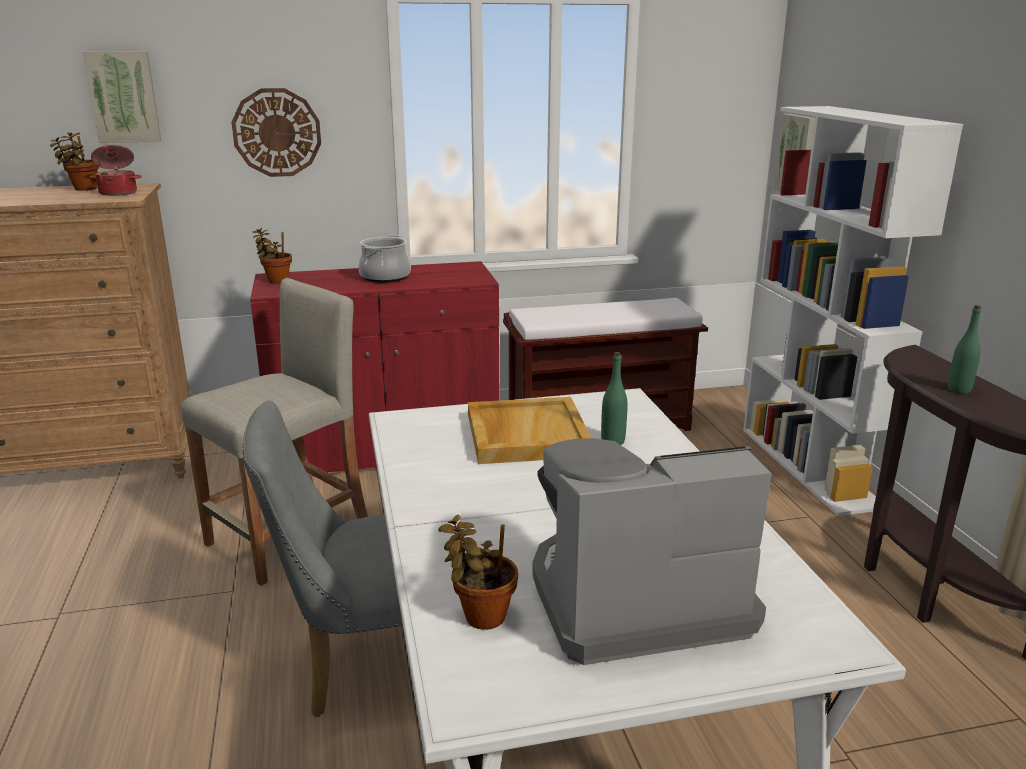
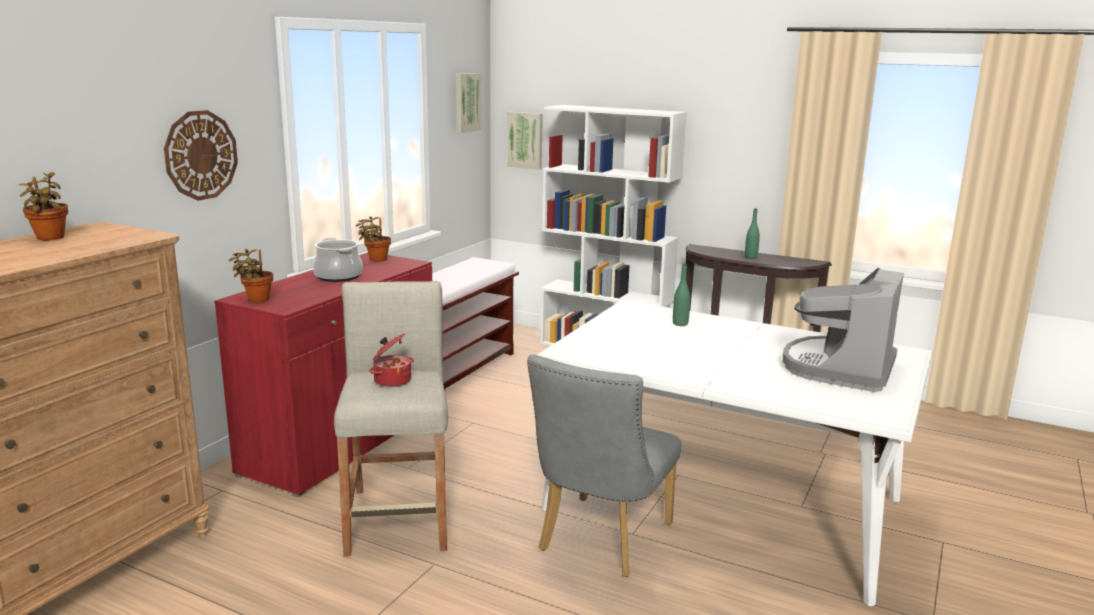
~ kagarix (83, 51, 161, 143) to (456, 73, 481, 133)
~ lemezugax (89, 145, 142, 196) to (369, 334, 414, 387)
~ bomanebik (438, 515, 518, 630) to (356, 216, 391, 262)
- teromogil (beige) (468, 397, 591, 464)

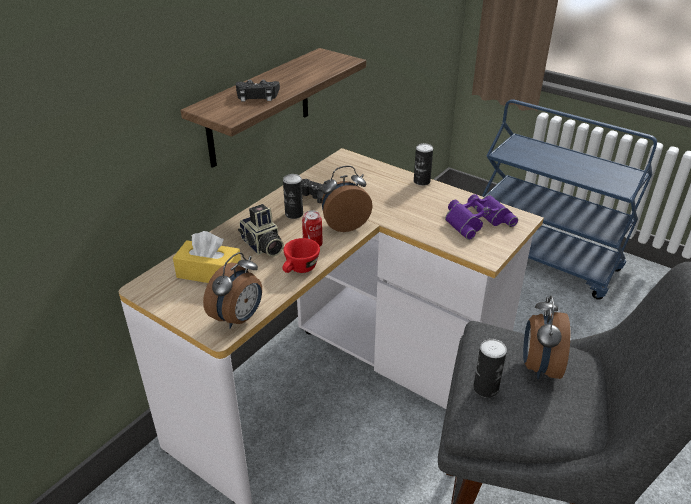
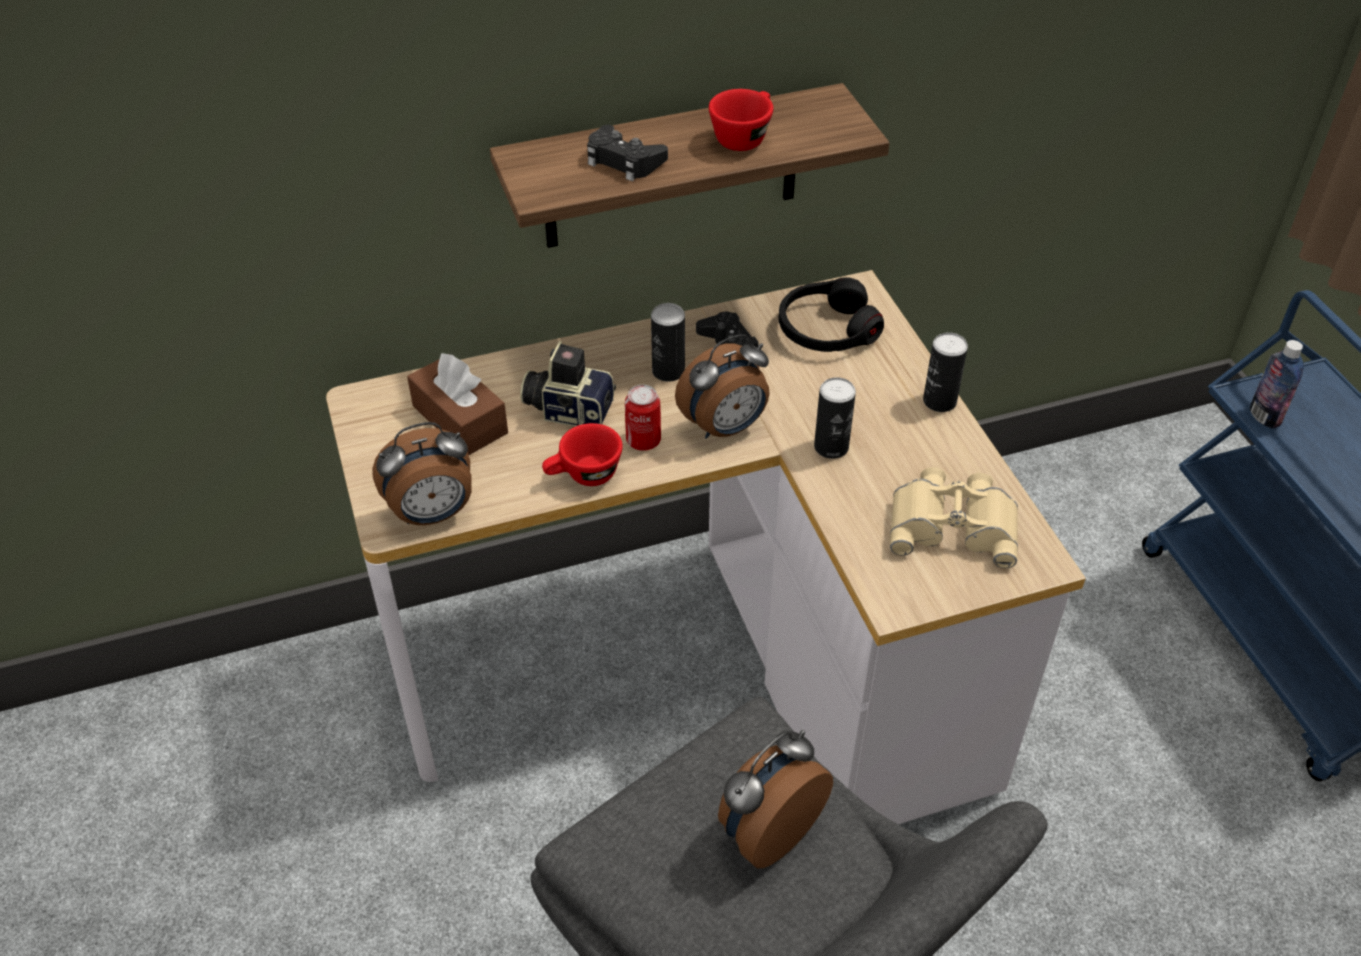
~ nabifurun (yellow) (173, 231, 241, 283) to nabifurun (brown) (407, 353, 508, 455)
~ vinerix (238, 204, 284, 257) = (520, 341, 616, 427) 105 degrees clockwise
~ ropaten (321, 166, 372, 232) = (675, 334, 770, 439) 135 degrees clockwise
~ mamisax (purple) (445, 194, 518, 240) to mamisax (beige) (890, 467, 1018, 568)
~ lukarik (473, 339, 507, 398) to (814, 377, 856, 459)
+ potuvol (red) (709, 89, 773, 151)
+ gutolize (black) (779, 277, 884, 352)
+ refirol (1250, 340, 1304, 429)

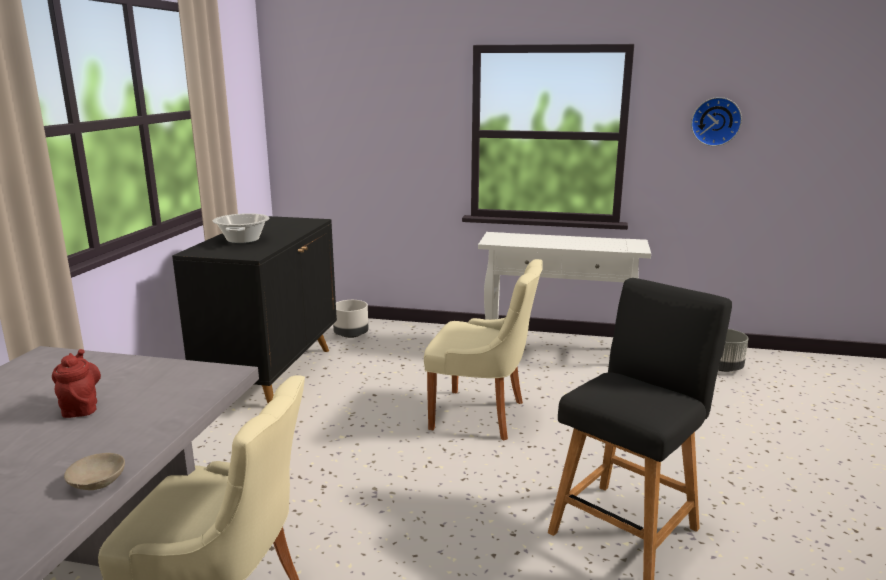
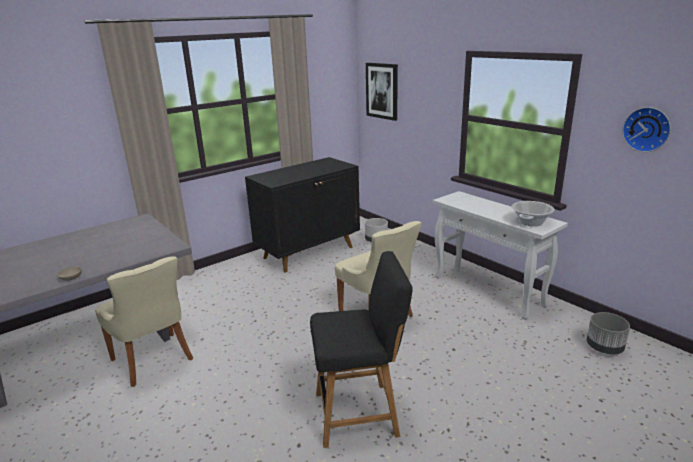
- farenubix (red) (52, 349, 101, 418)
~ lemezugax (213, 213, 269, 243) to (512, 201, 555, 226)
+ kagarix (366, 63, 398, 121)

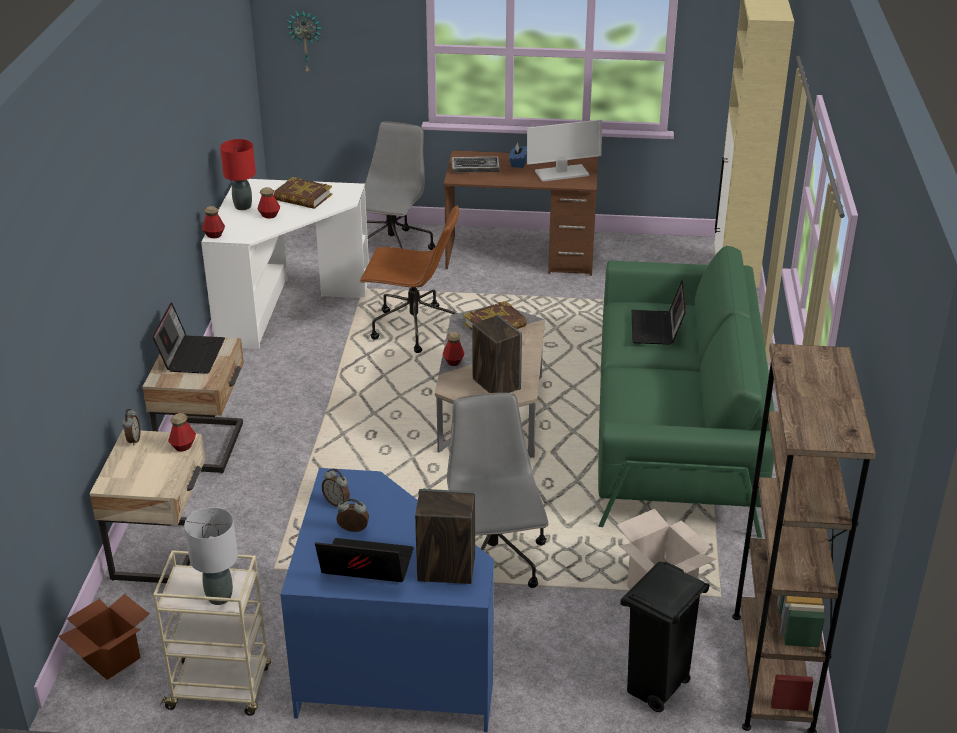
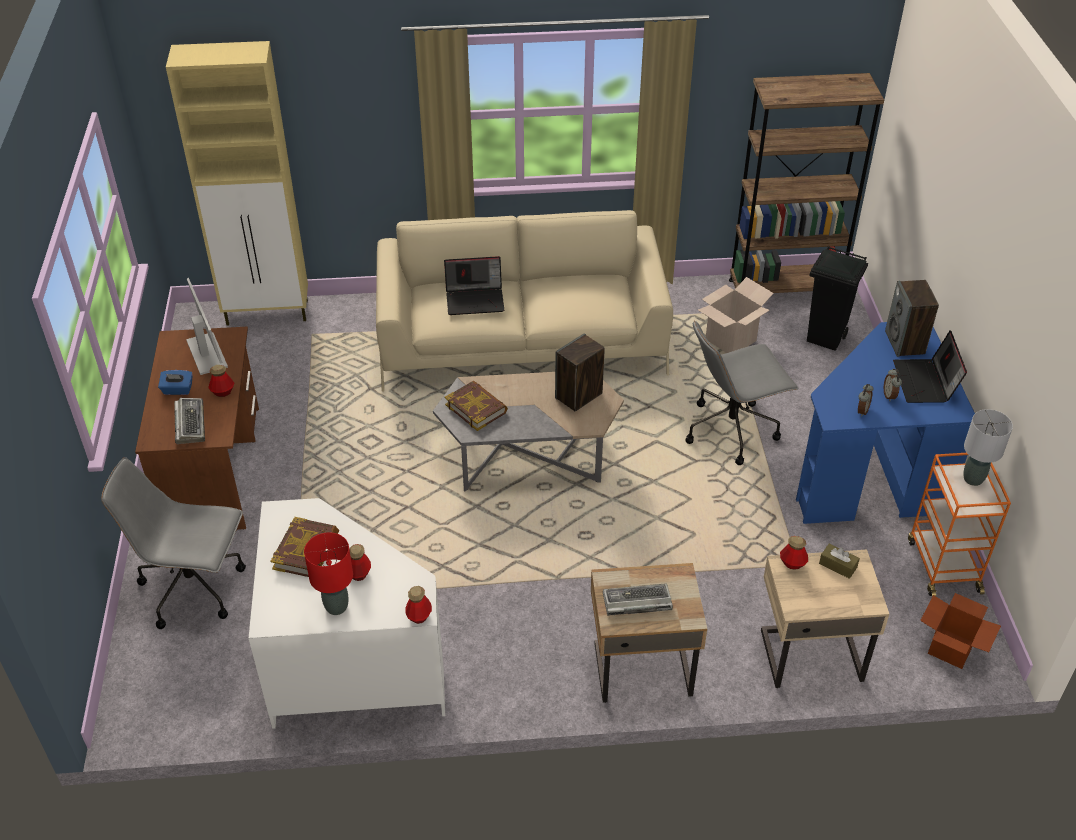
- ropaten (122, 409, 140, 446)
~ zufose (152, 302, 225, 374) to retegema (603, 583, 673, 616)
~ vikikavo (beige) (153, 550, 271, 716) to vikikavo (orange) (908, 453, 1011, 597)
- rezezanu (286, 10, 323, 75)
- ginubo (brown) (360, 205, 459, 353)
~ refirol (443, 332, 465, 366) to (208, 365, 234, 397)
~ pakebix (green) (598, 246, 774, 538) to pakebix (beige) (376, 210, 673, 392)
+ nabifurun (brown) (819, 544, 860, 579)

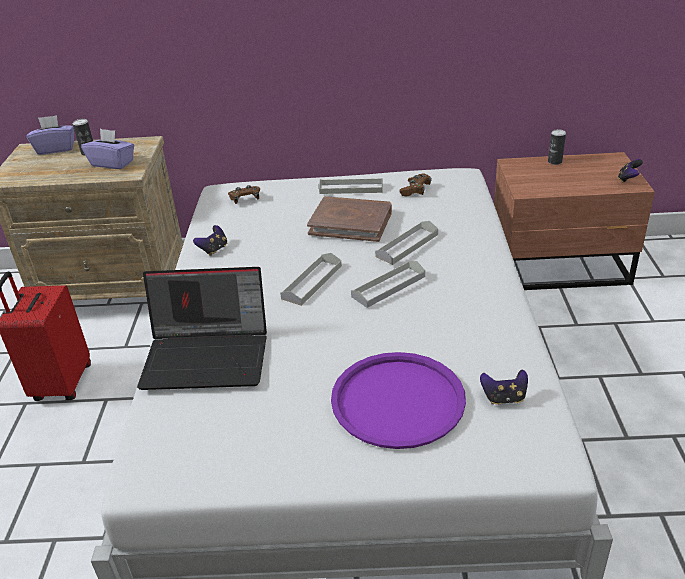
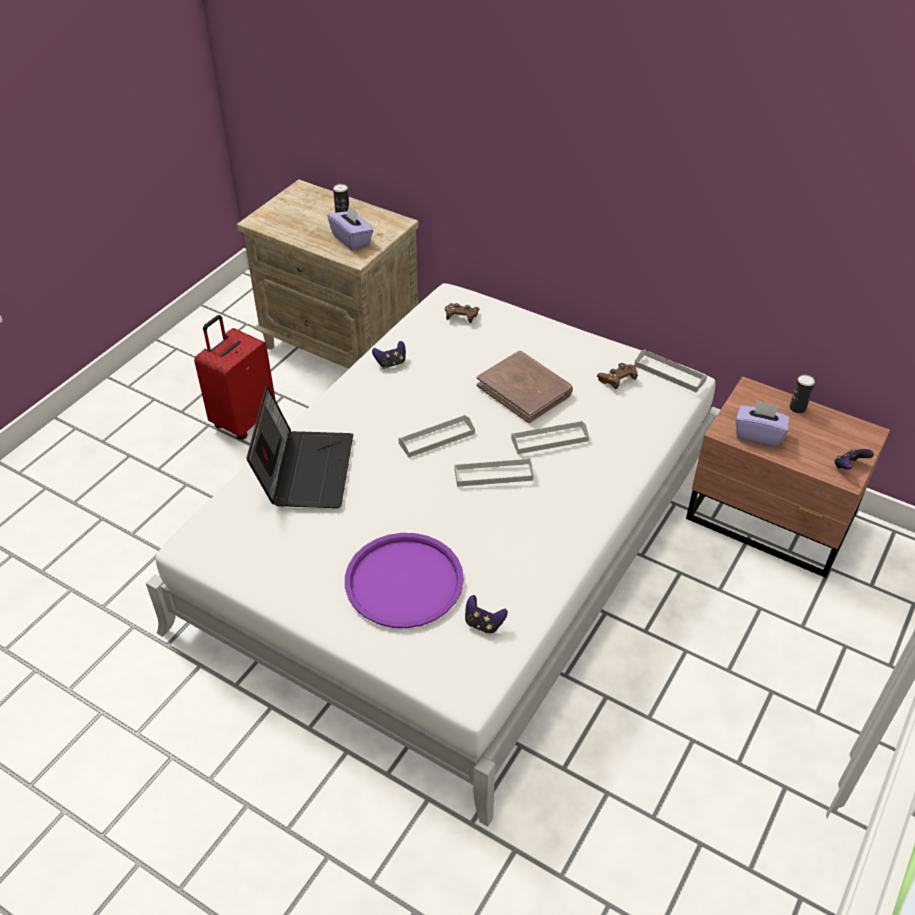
~ nabifurun (purple) (26, 115, 74, 155) to (736, 400, 790, 447)
~ zufose (137, 267, 267, 390) = (246, 385, 353, 508) 120 degrees counterclockwise
~ teromogil (grey) (319, 178, 383, 194) to (634, 349, 707, 392)

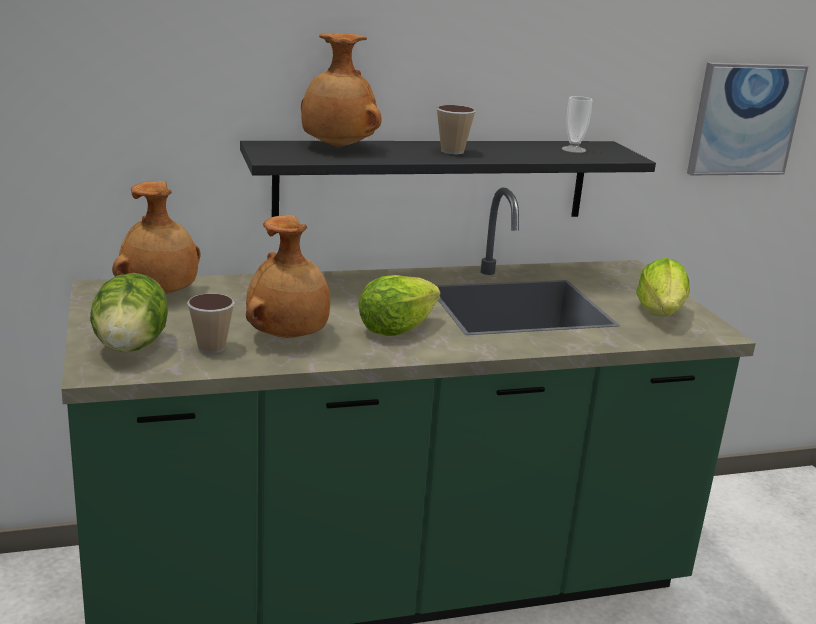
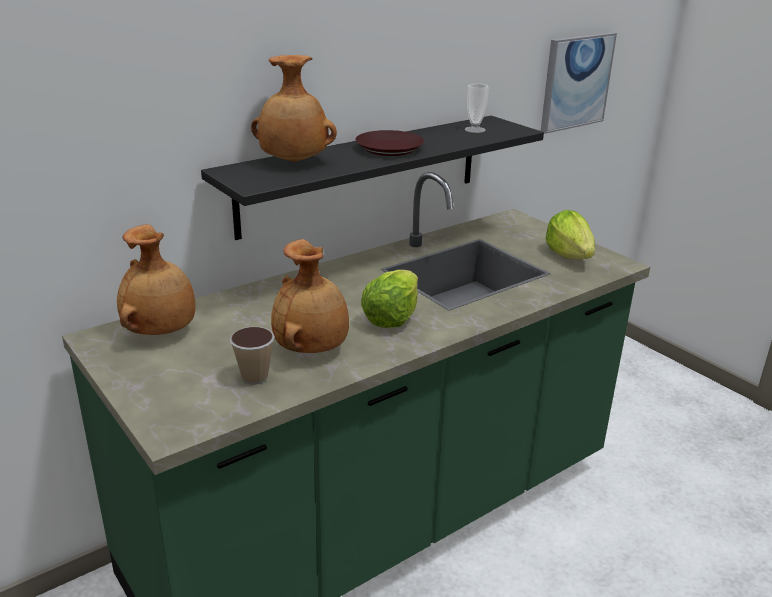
- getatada (90, 273, 168, 352)
~ potuvol (436, 105, 476, 154) to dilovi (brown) (355, 130, 424, 156)

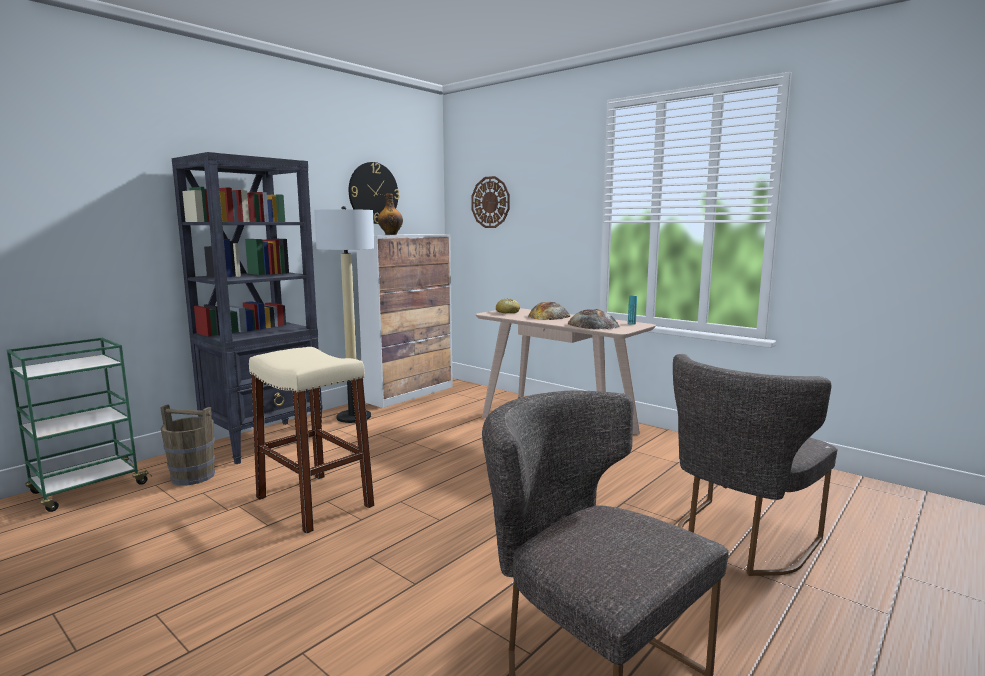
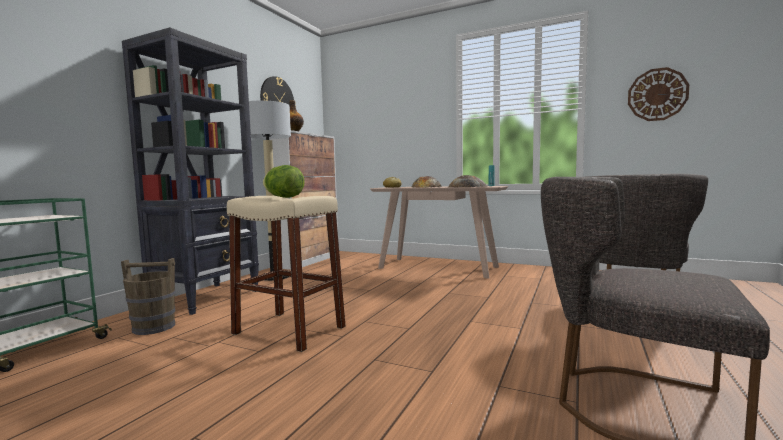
~ rezezanu (471, 176, 510, 228) to (628, 67, 689, 121)
+ getatada (263, 165, 305, 198)

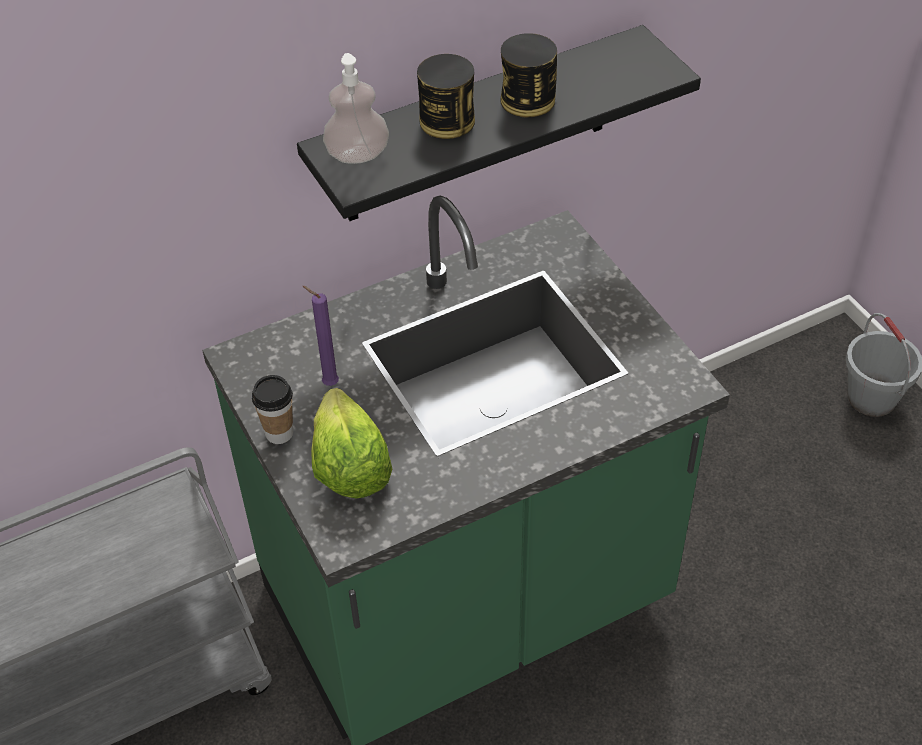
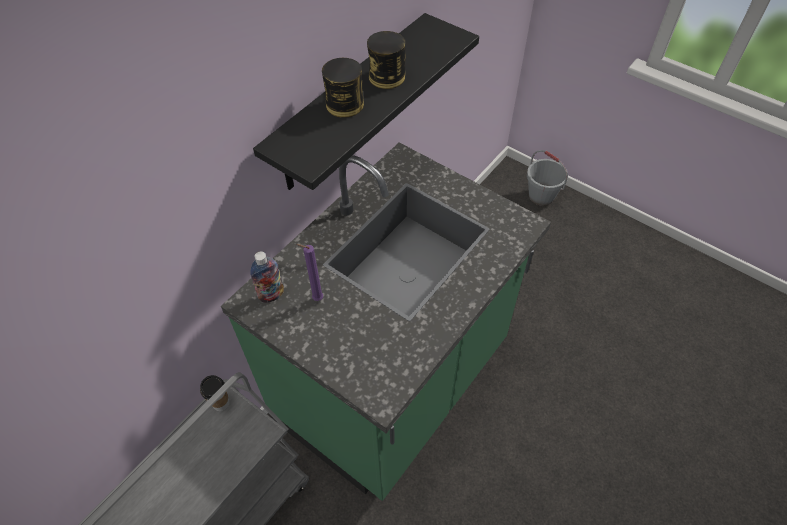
~ potuvol (252, 375, 293, 444) to (200, 375, 230, 411)
- getatada (311, 388, 392, 498)
- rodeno (323, 53, 389, 164)
+ refirol (250, 251, 284, 303)

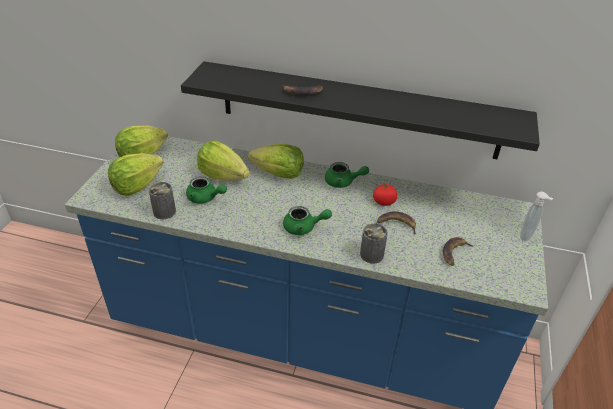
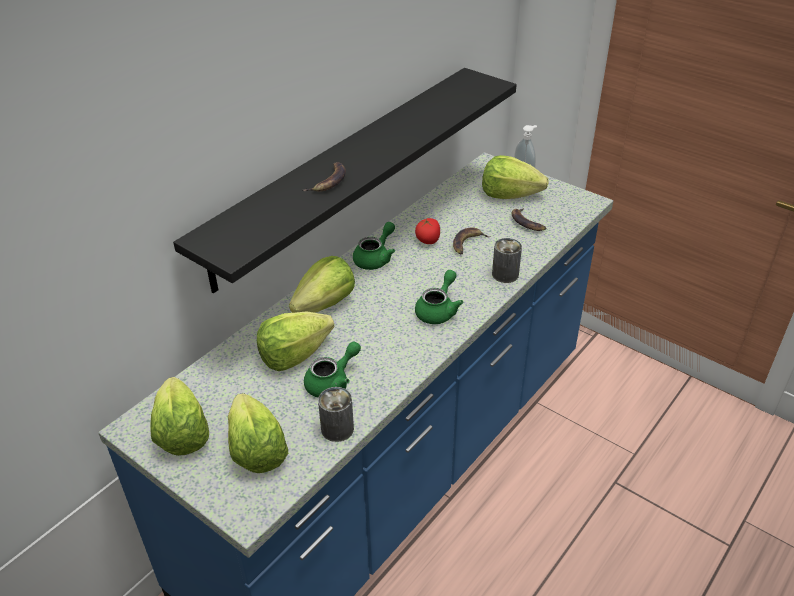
+ getatada (482, 155, 549, 199)

